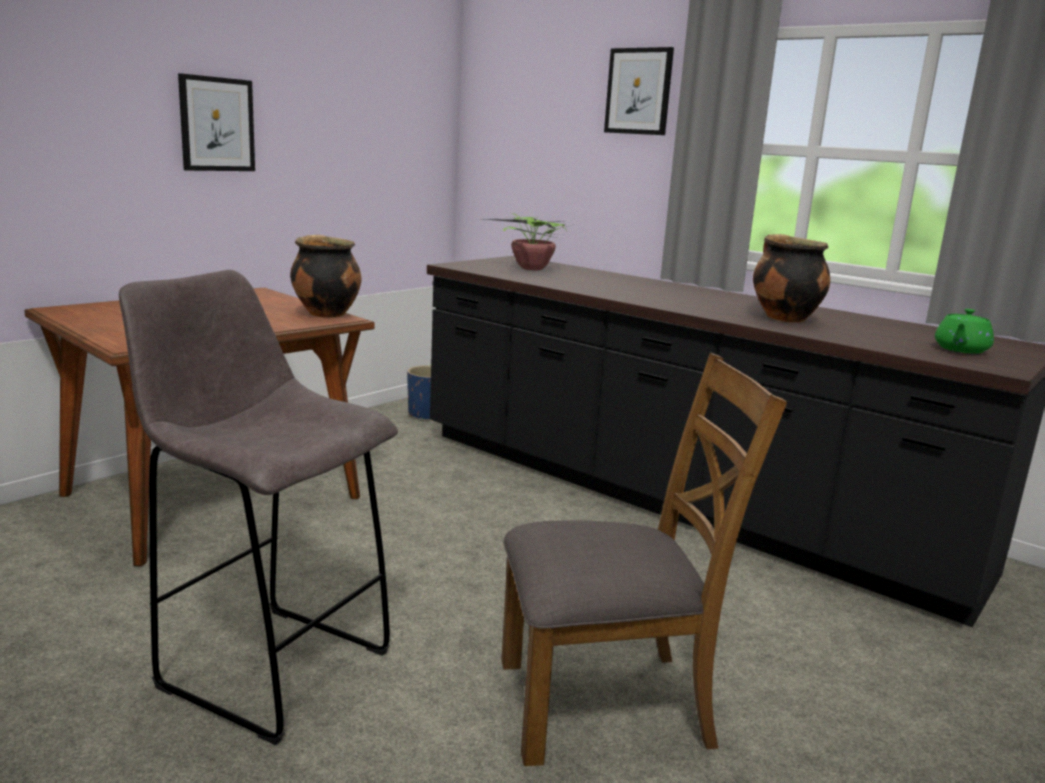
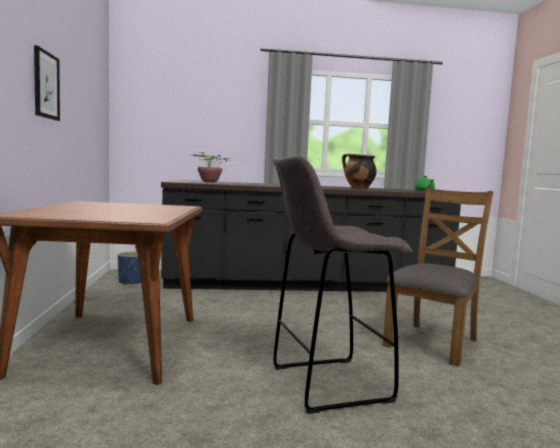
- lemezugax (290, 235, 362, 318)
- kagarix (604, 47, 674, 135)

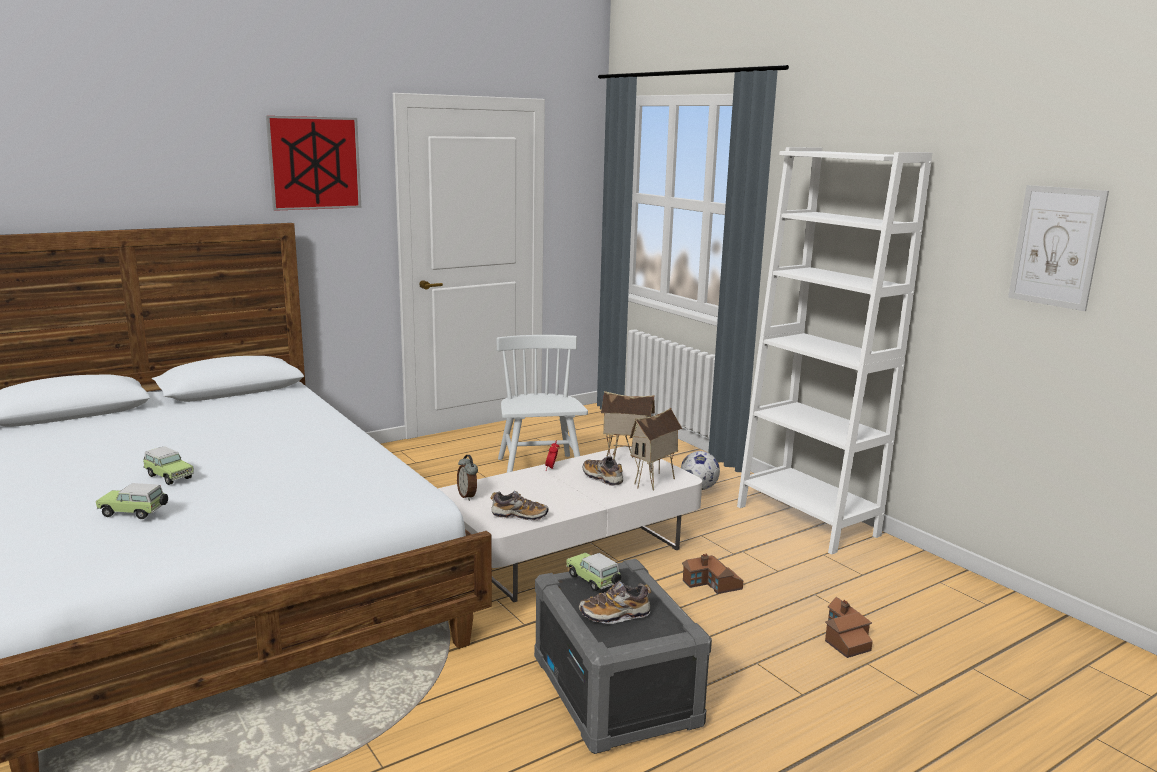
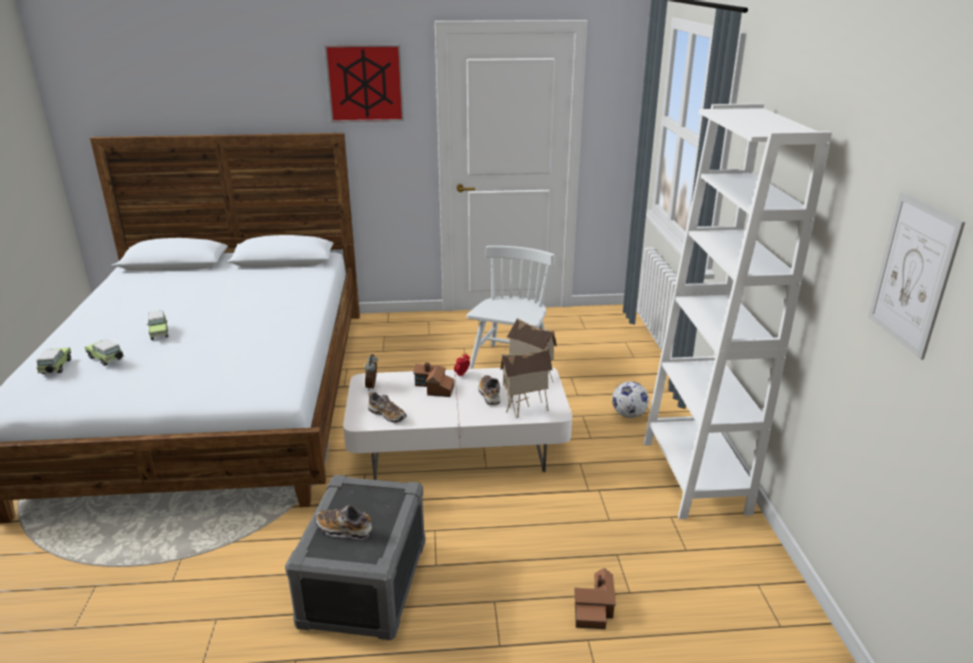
~ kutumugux (567, 553, 621, 591) to (37, 348, 71, 374)
~ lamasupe (682, 554, 743, 594) to (413, 362, 454, 397)

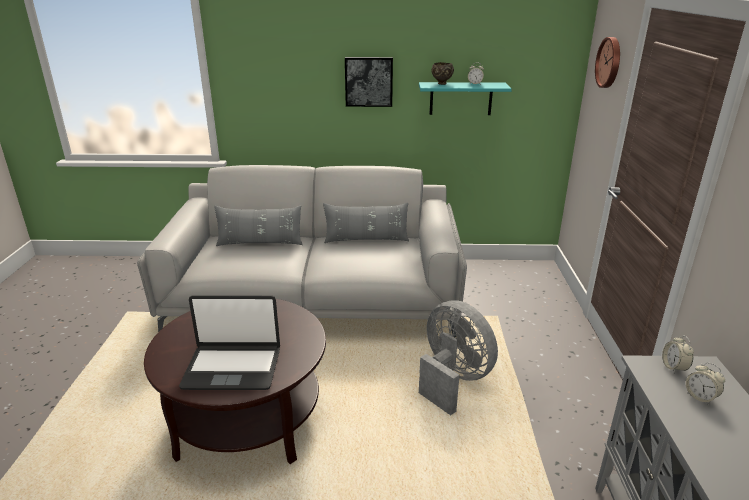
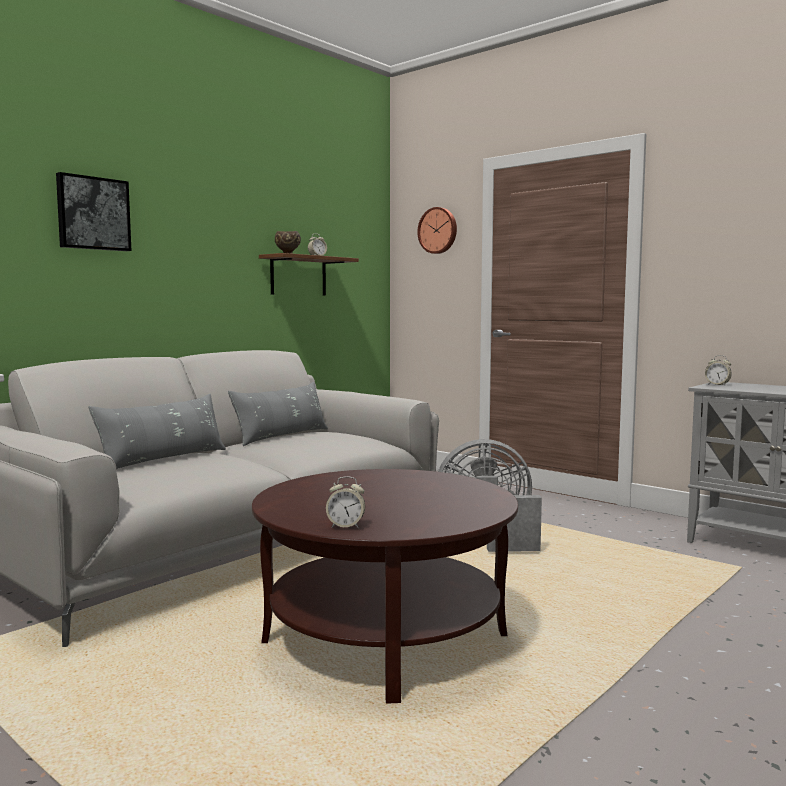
- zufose (179, 295, 280, 390)
~ kagarix (345, 57, 393, 107) to (56, 172, 131, 251)
~ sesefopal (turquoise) (419, 82, 512, 115) to sesefopal (brown) (259, 253, 359, 295)
~ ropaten (686, 362, 725, 405) to (326, 476, 365, 528)

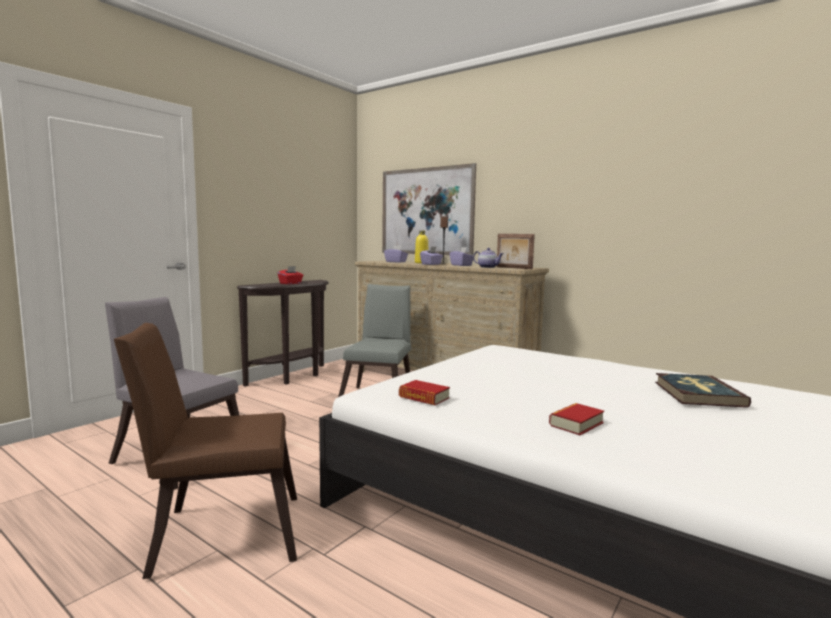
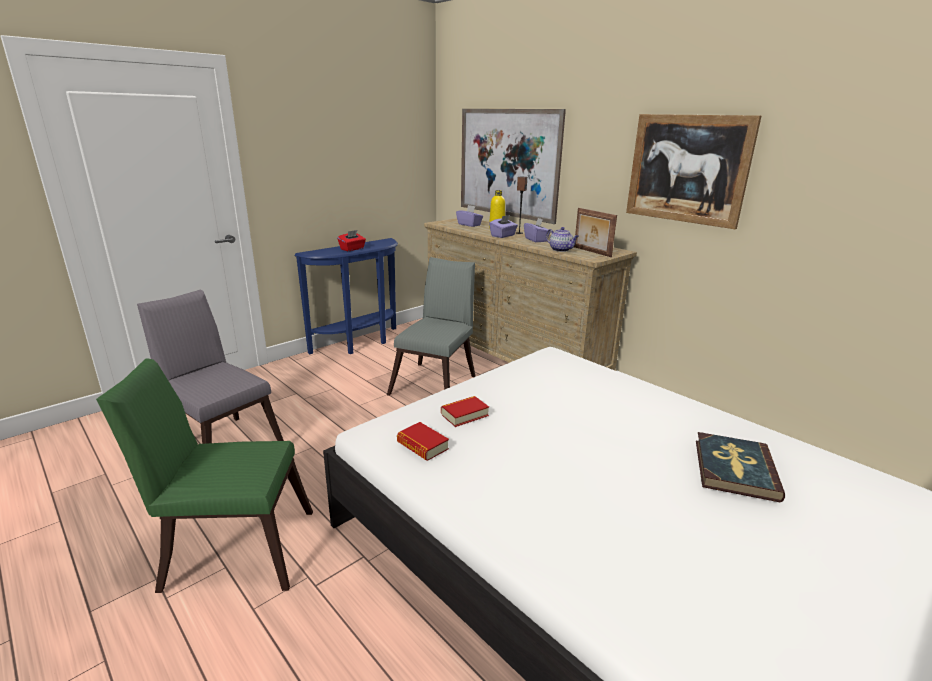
~ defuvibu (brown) (114, 323, 297, 579) to defuvibu (green) (96, 358, 313, 593)
~ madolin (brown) (237, 280, 329, 386) to madolin (blue) (294, 238, 398, 354)
~ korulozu (549, 403, 604, 435) to (441, 396, 489, 427)
+ kagarix (626, 114, 761, 229)

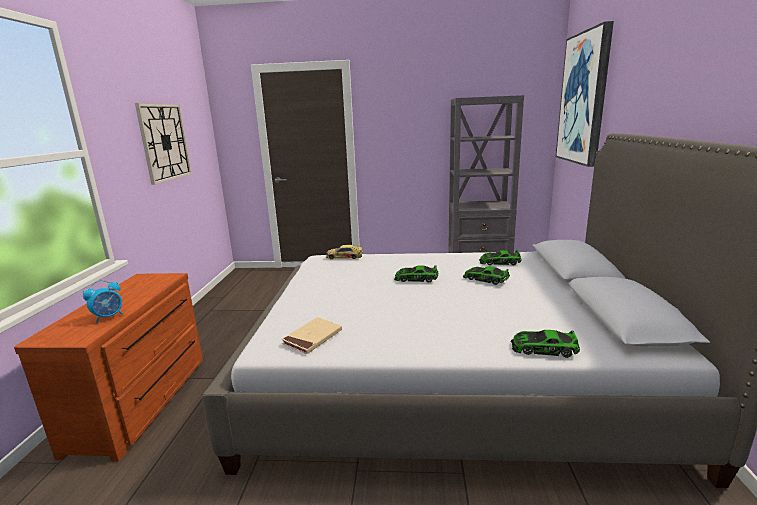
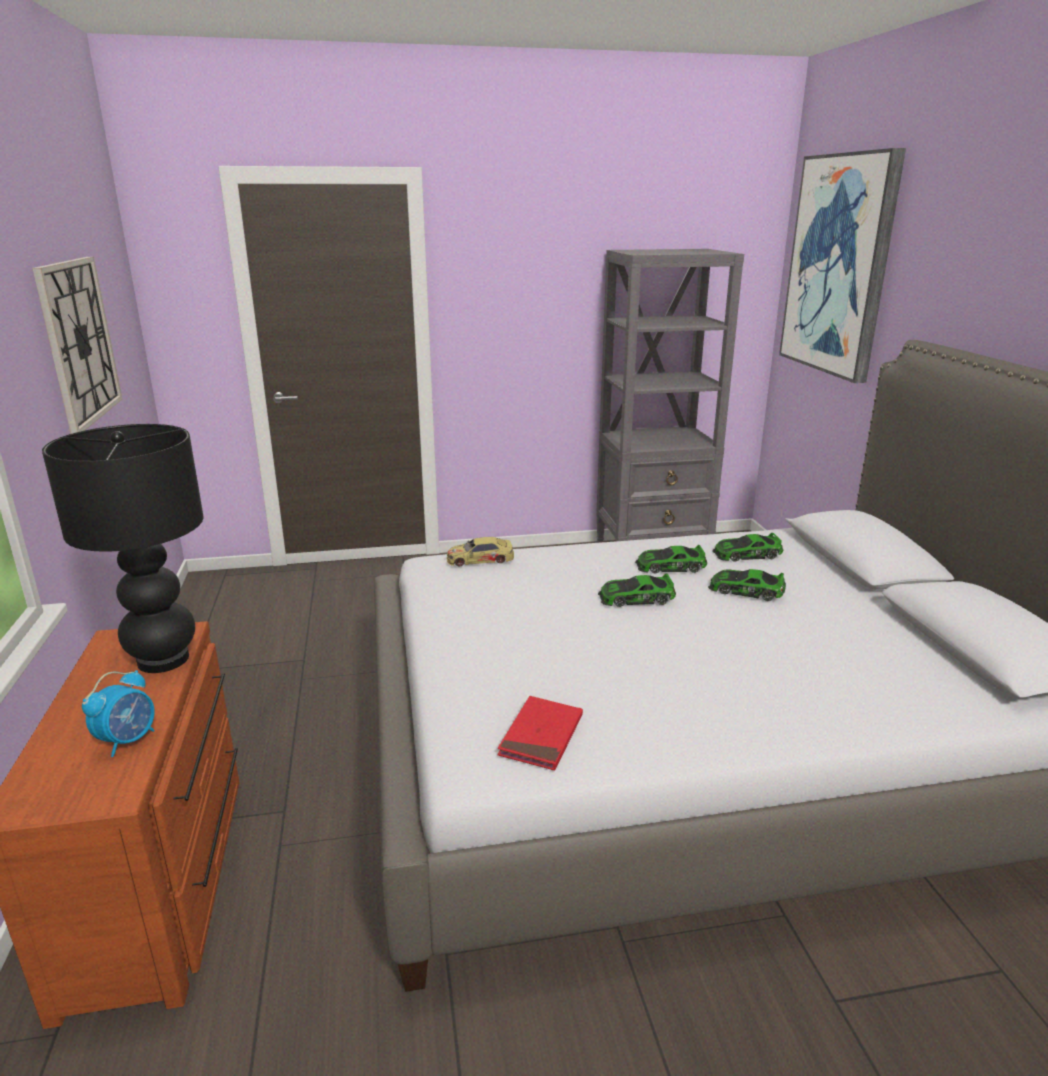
~ korulozu (beige) (281, 317, 342, 354) to korulozu (red) (497, 696, 583, 770)
~ kutumugux (511, 330, 580, 358) to (635, 545, 707, 573)
+ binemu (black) (42, 424, 203, 673)

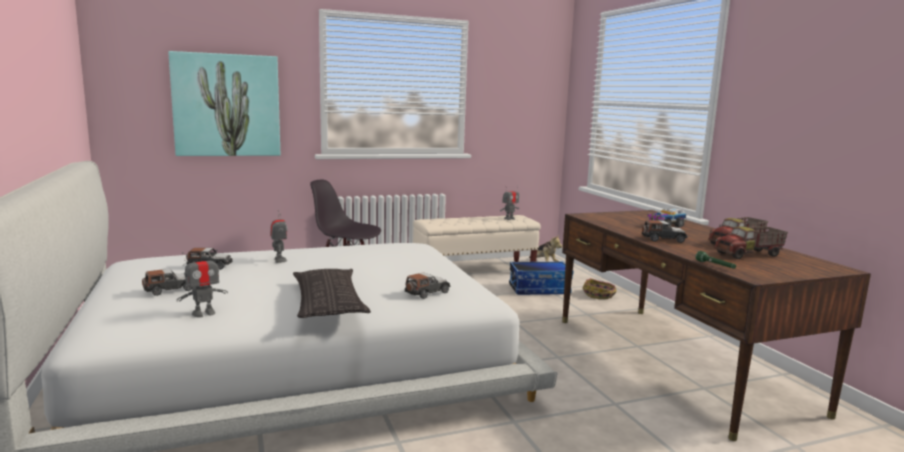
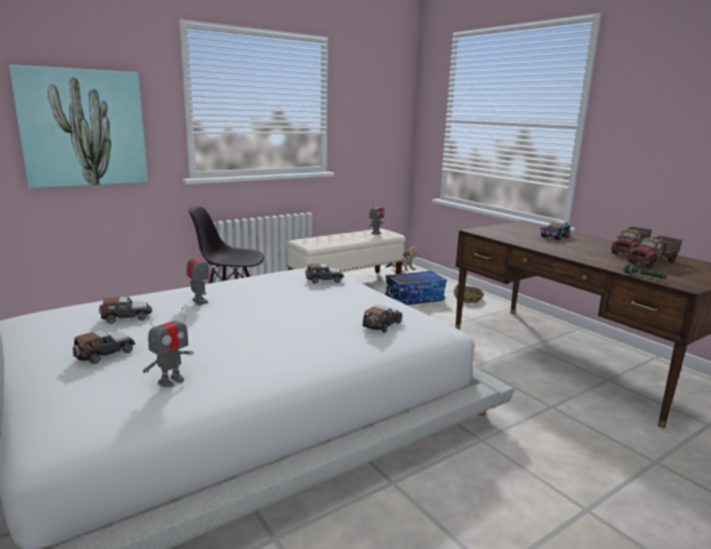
- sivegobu (293, 269, 371, 318)
~ kutumugux (641, 220, 688, 243) to (305, 264, 344, 284)

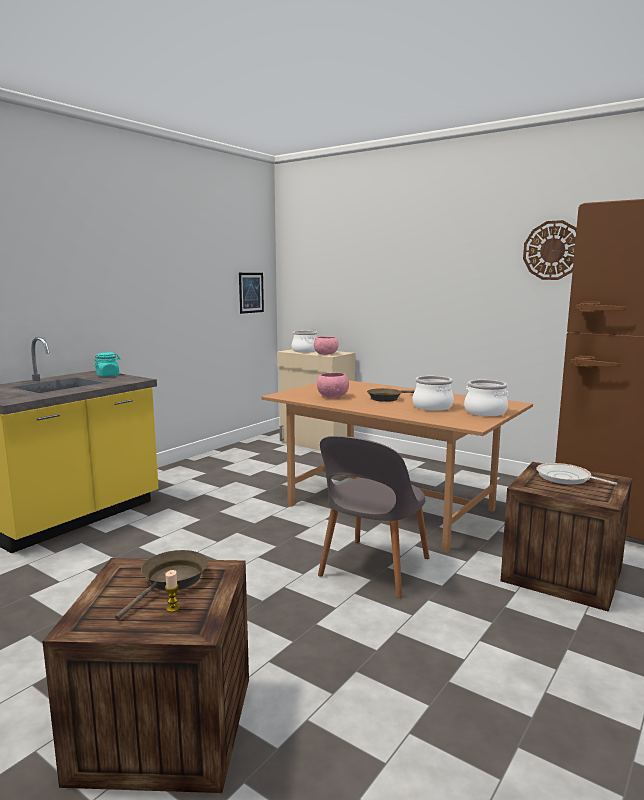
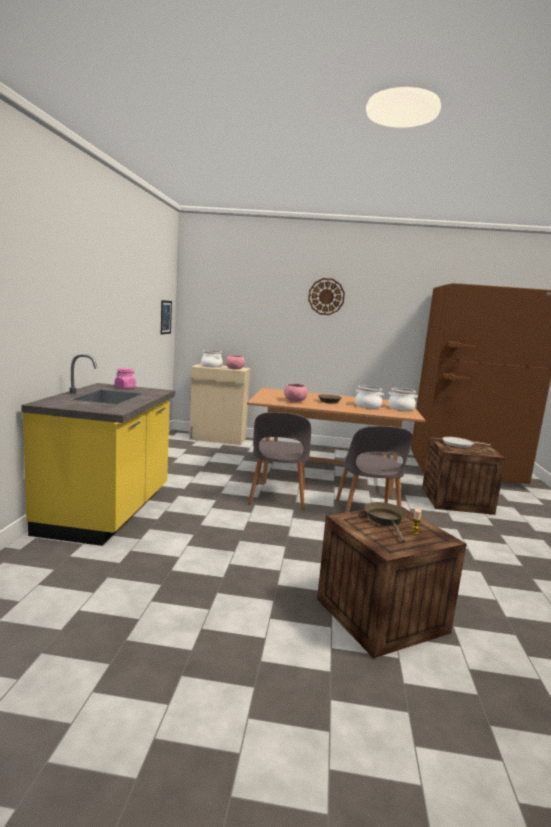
~ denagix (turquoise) (94, 353, 120, 377) to denagix (pink) (115, 368, 136, 389)
~ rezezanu (523, 220, 577, 280) to (308, 278, 345, 315)
+ defuvibu (grey) (248, 412, 311, 509)

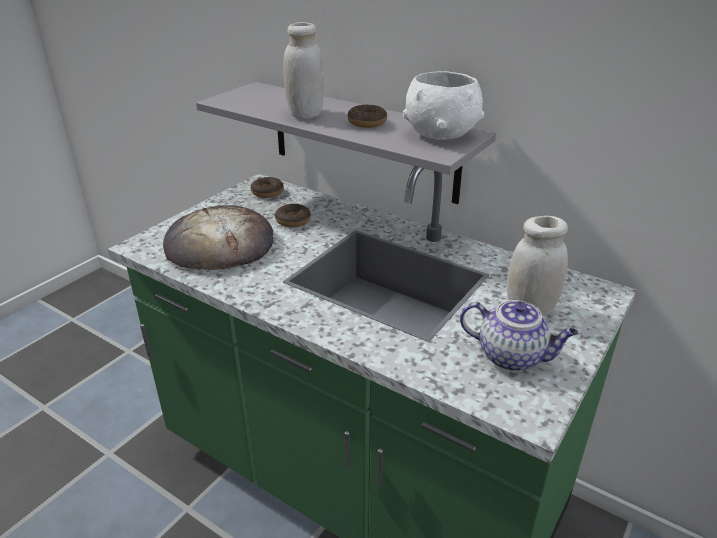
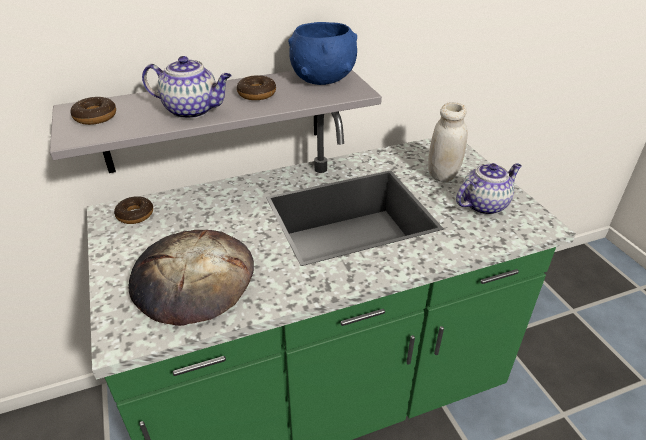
~ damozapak (275, 204, 311, 227) to (70, 97, 116, 125)
~ denagix (white) (283, 22, 324, 119) to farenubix (142, 56, 232, 119)
~ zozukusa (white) (403, 71, 484, 140) to zozukusa (blue) (288, 22, 357, 85)

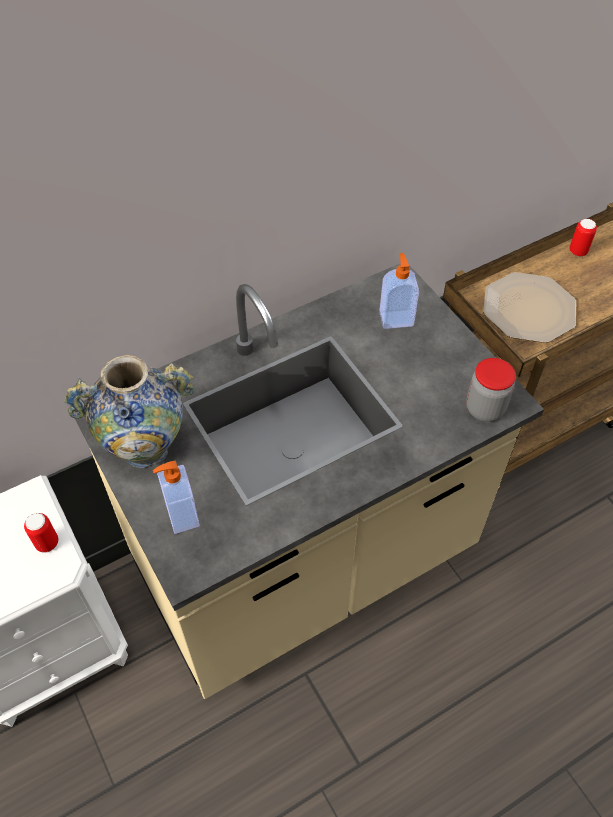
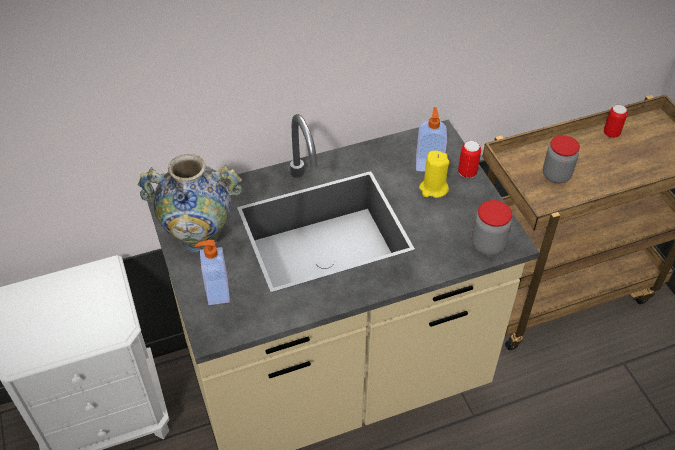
~ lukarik (24, 513, 58, 553) to (458, 141, 481, 178)
~ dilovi (483, 272, 576, 343) to denagix (543, 135, 580, 183)
+ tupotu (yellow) (419, 151, 449, 198)

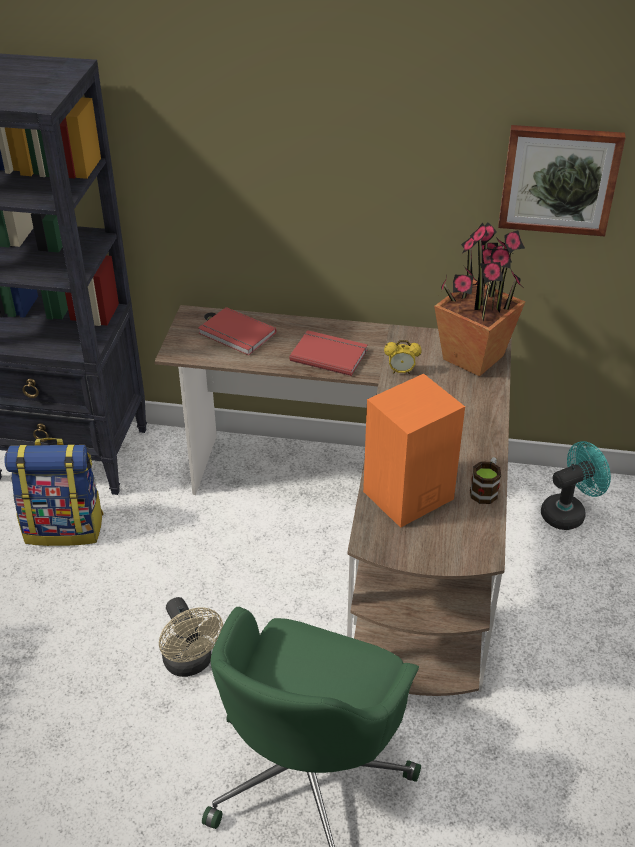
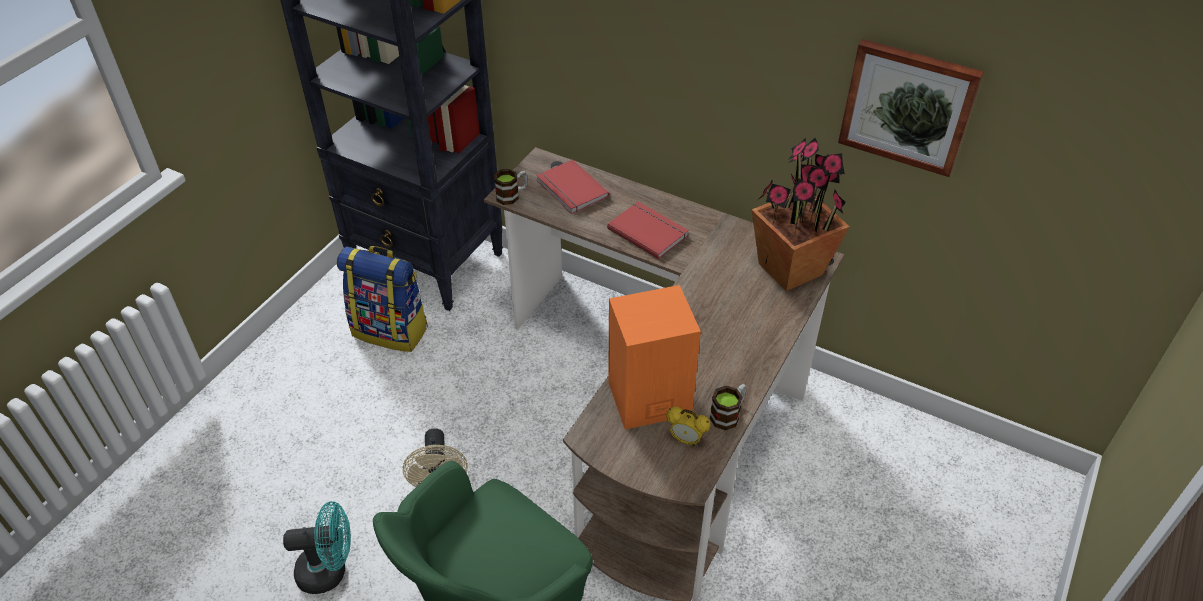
~ ropaten (384, 340, 422, 374) to (666, 407, 710, 446)
~ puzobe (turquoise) (541, 441, 611, 530) to (283, 501, 351, 594)
+ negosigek (494, 169, 527, 205)

